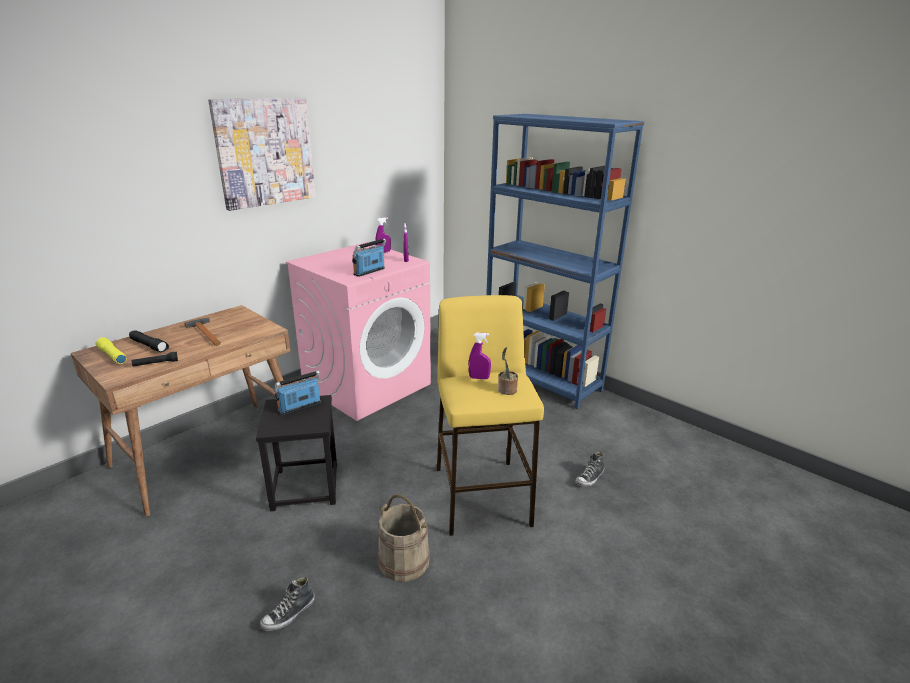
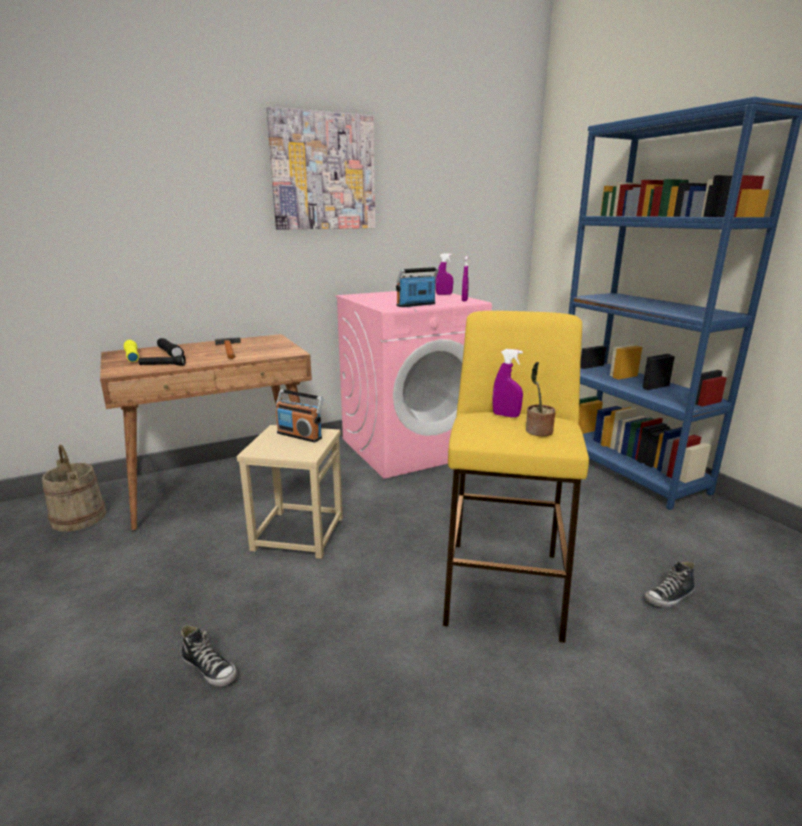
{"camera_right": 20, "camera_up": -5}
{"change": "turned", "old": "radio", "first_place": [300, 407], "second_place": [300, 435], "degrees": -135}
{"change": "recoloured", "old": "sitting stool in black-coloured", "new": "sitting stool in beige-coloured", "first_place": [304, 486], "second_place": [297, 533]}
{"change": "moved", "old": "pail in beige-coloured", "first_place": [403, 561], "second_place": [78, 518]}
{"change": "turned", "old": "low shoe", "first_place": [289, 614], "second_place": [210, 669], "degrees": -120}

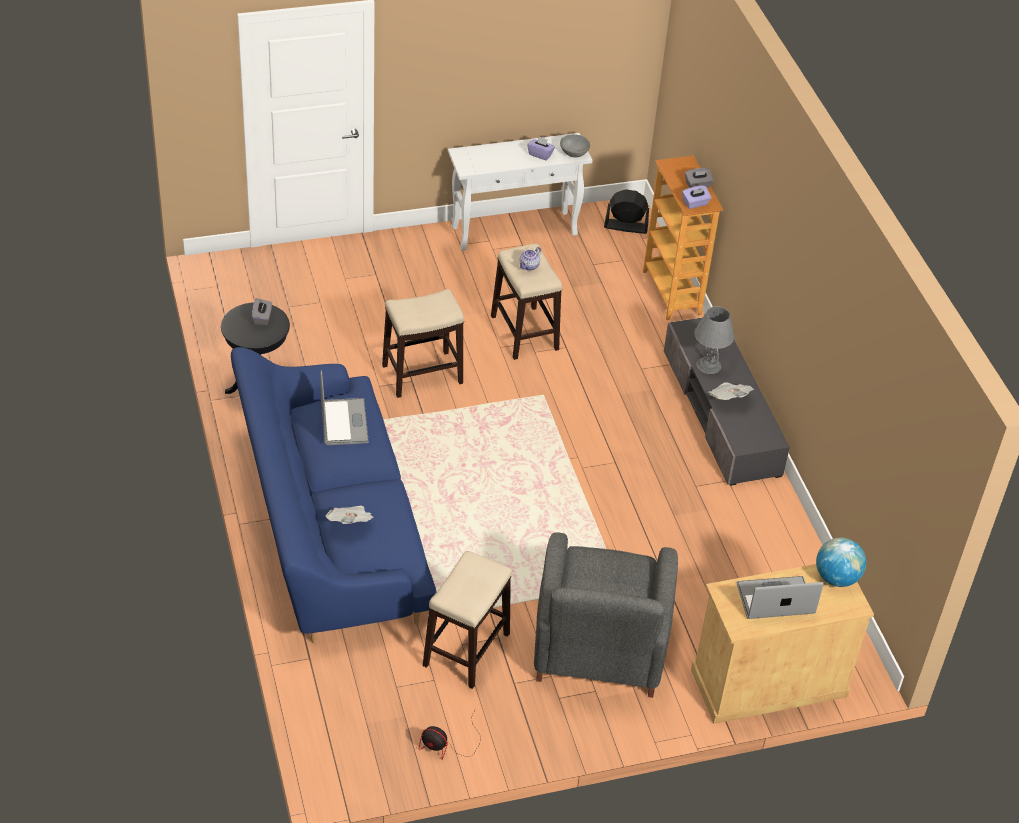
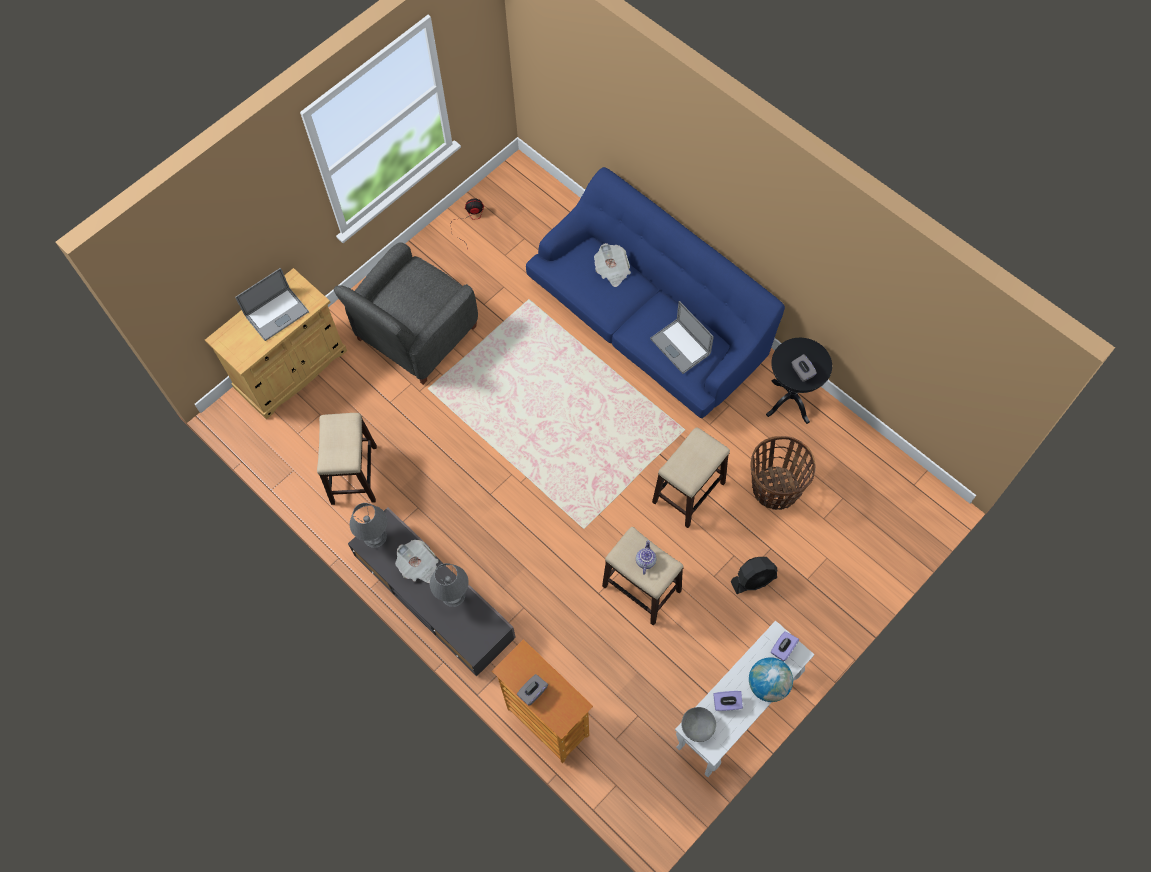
{"camera_right": 155, "camera_up": 20}
{"change": "moved", "old": "box of tissues in purple-coloured", "first_place": [695, 203], "second_place": [783, 649]}
{"change": "moved", "old": "cooling fan in black-coloured", "first_place": [625, 226], "second_place": [753, 580]}
{"change": "turned", "old": "easy chair in grey", "first_place": [599, 647], "second_place": [415, 334], "degrees": -120}
{"change": "moved", "old": "world globe", "first_place": [836, 577], "second_place": [768, 685]}
{"change": "moved", "old": "sitting stool", "first_place": [466, 650], "second_place": [354, 474]}
{"change": "added", "new": "basket", "second_place": [775, 489]}
{"change": "added", "new": "lamp for a table in grey", "second_place": [375, 537]}

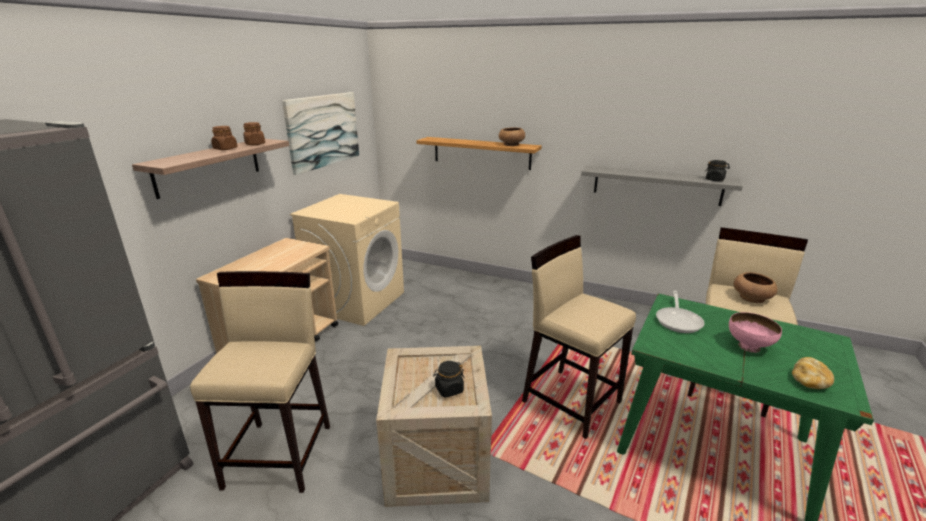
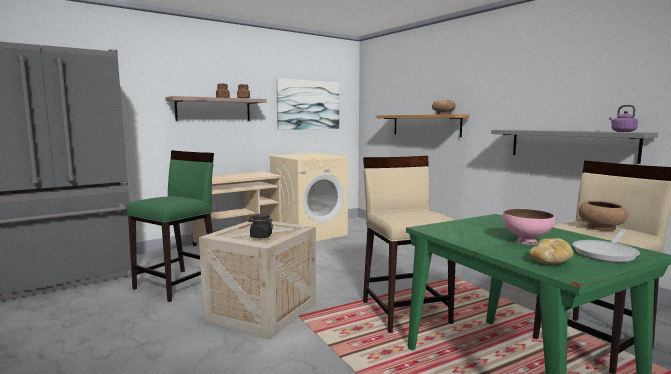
{"camera_right": 30, "camera_up": -15}
{"change": "replaced", "old": "jar in black-coloured", "new": "kettle in purple-coloured", "first_place": [715, 180], "second_place": [622, 131]}
{"change": "recoloured", "old": "sitting stool in beige-coloured", "new": "sitting stool in green", "first_place": [280, 454], "second_place": [178, 284]}
{"change": "moved", "old": "pan", "first_place": [678, 320], "second_place": [606, 253]}

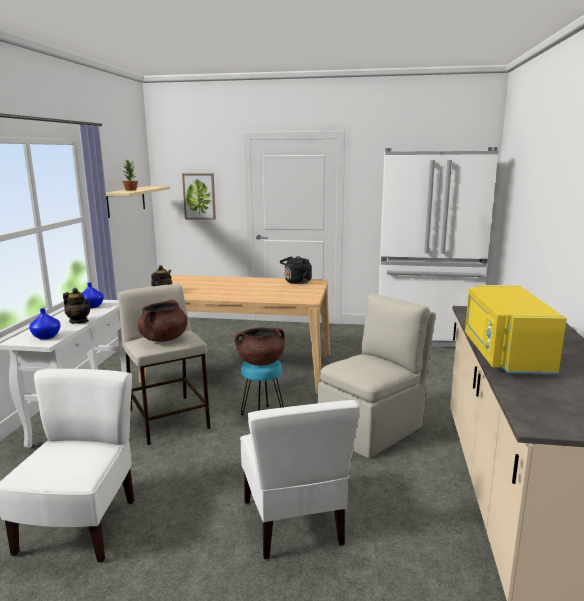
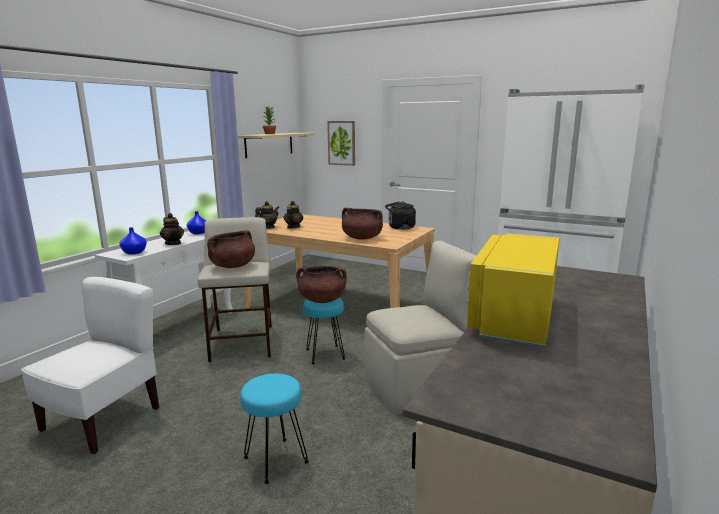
{"camera_right": 20, "camera_up": 0}
{"change": "replaced", "old": "plain chair in white", "new": "sitting stool in turquoise-coloured", "first_place": [294, 522], "second_place": [275, 460]}
{"change": "added", "new": "pot for tea", "second_place": [293, 227]}
{"change": "added", "new": "saucepot in brownish", "second_place": [362, 238]}

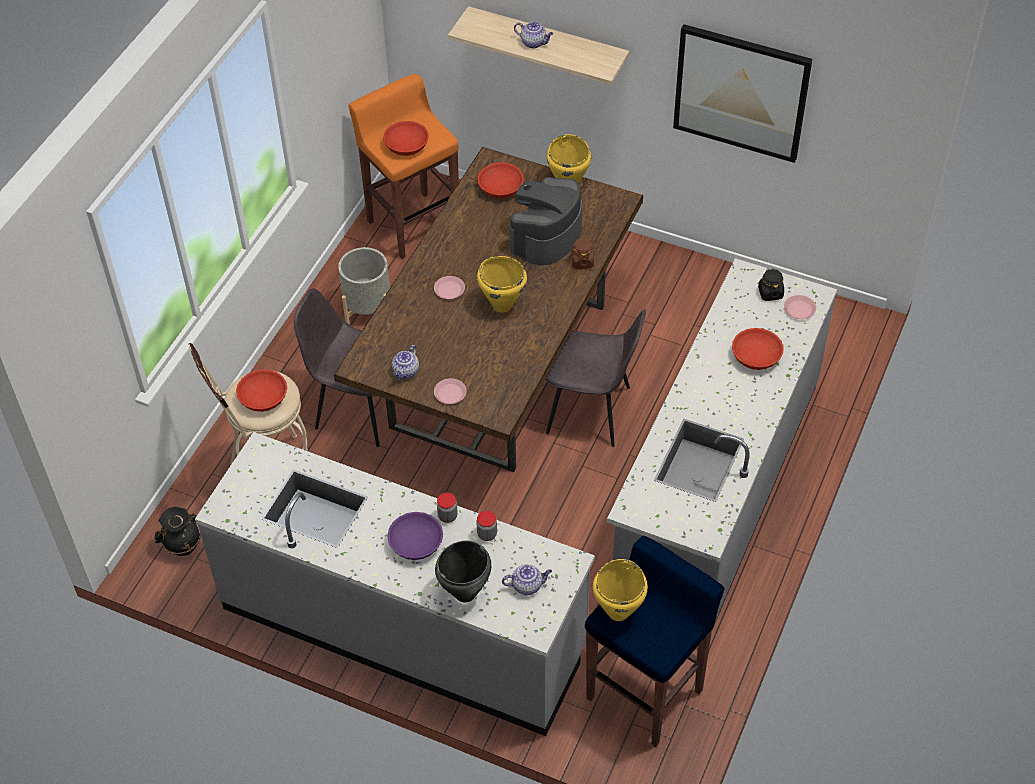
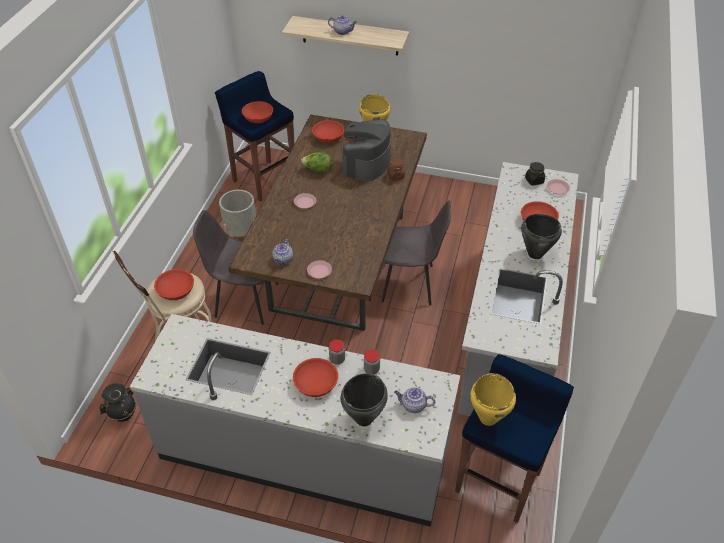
{"camera_right": -10, "camera_up": -5}
{"change": "removed", "old": "picture", "first_place": [741, 92]}
{"change": "recoloured", "old": "sitting stool in orangey", "new": "sitting stool in blue-coloured", "first_place": [412, 224], "second_place": [264, 180]}
{"change": "removed", "old": "saucepot in yellowish", "first_place": [502, 305]}
{"change": "recoloured", "old": "serving bowl in purple-coloured", "new": "serving bowl in red-coloured", "first_place": [416, 543], "second_place": [315, 383]}
{"change": "turned", "old": "pot for tea", "first_place": [527, 585], "second_place": [413, 405], "degrees": -150}
{"change": "added", "new": "lettuce head", "second_place": [317, 170]}
{"change": "added", "new": "saucepot in black-coloured", "second_place": [535, 253]}

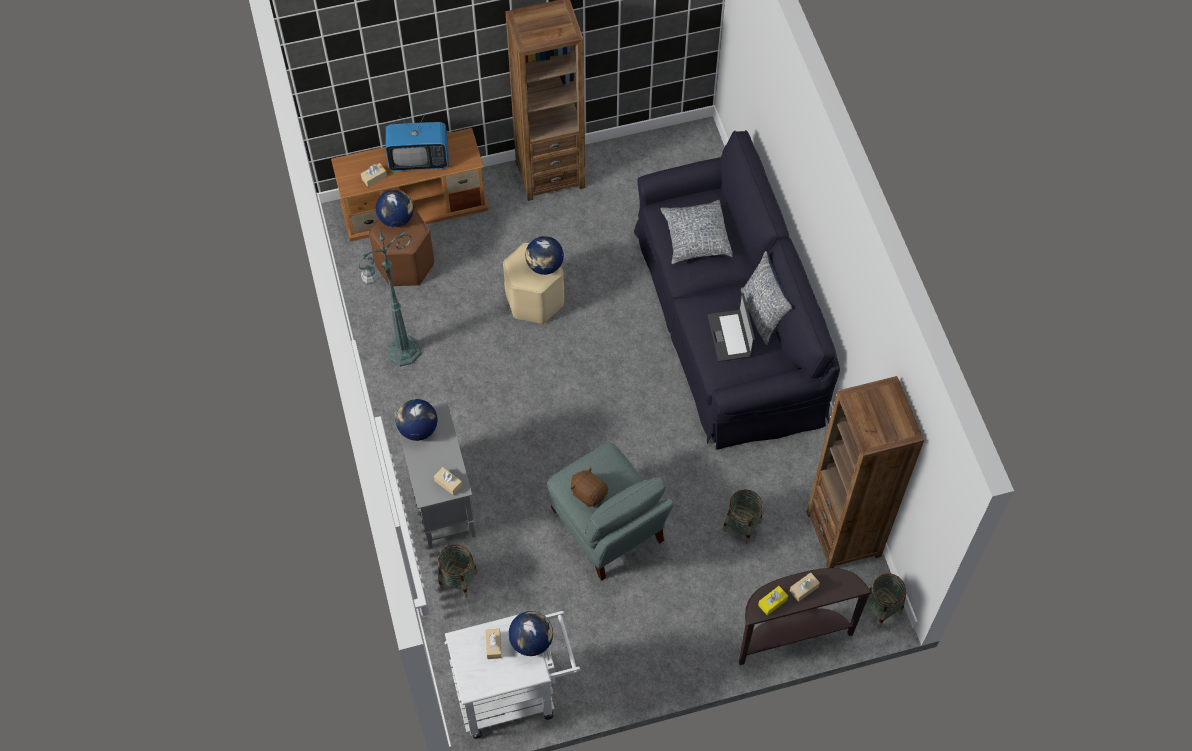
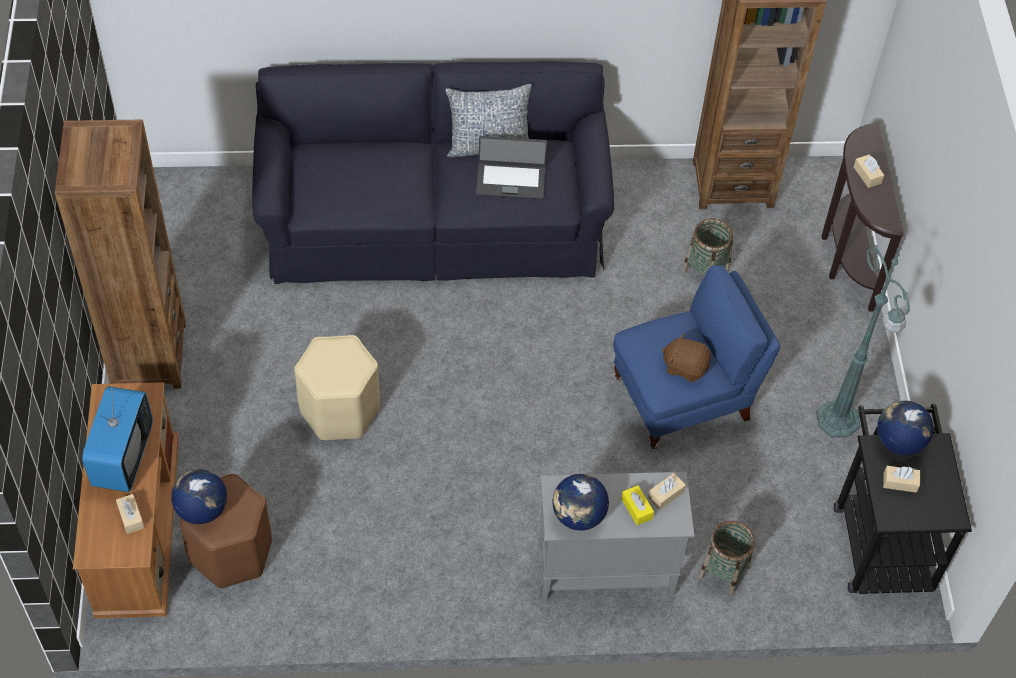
{"camera_right": -80, "camera_up": -5}
{"change": "removed", "old": "throw pillow", "first_place": [695, 238]}
{"change": "moved", "old": "floor lamp in green", "first_place": [402, 352], "second_place": [838, 421]}
{"change": "removed", "old": "world globe", "first_place": [545, 266]}
{"change": "recoloured", "old": "easy chair in grey", "new": "easy chair in blue-coloured", "first_place": [608, 528], "second_place": [683, 398]}
{"change": "turned", "old": "plush toy in brownish", "first_place": [589, 493], "second_place": [685, 367], "degrees": 60}
{"change": "removed", "old": "basket", "first_place": [881, 609]}
{"change": "moved", "old": "box of tissues in yellowish", "first_place": [772, 602], "second_place": [636, 508]}
{"change": "recoloured", "old": "cart in white", "new": "cart in black-coloured", "first_place": [514, 693], "second_place": [880, 537]}

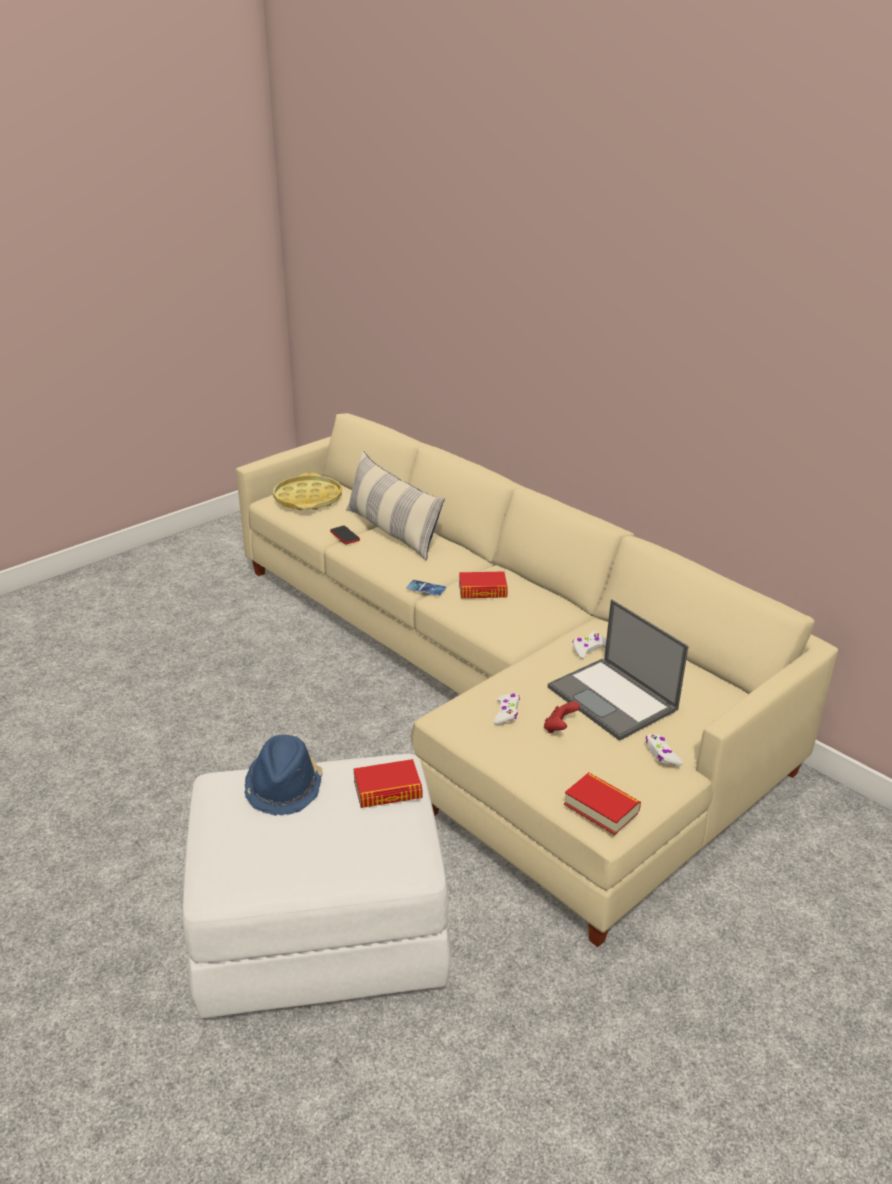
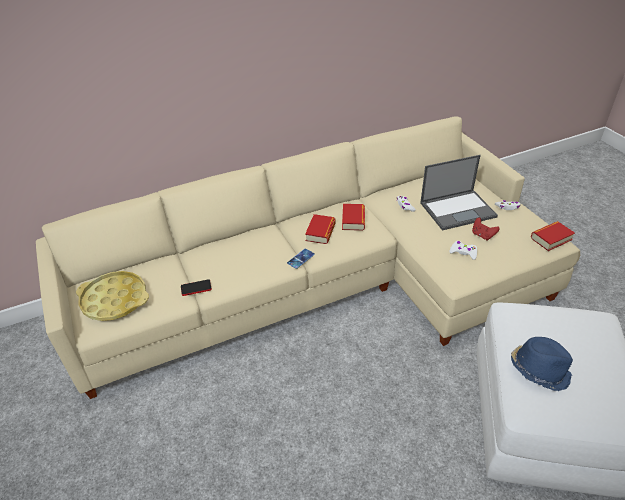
{"camera_right": -70, "camera_up": 10}
{"change": "removed", "old": "throw pillow", "first_place": [392, 531]}
{"change": "moved", "old": "volume", "first_place": [387, 790], "second_place": [353, 220]}

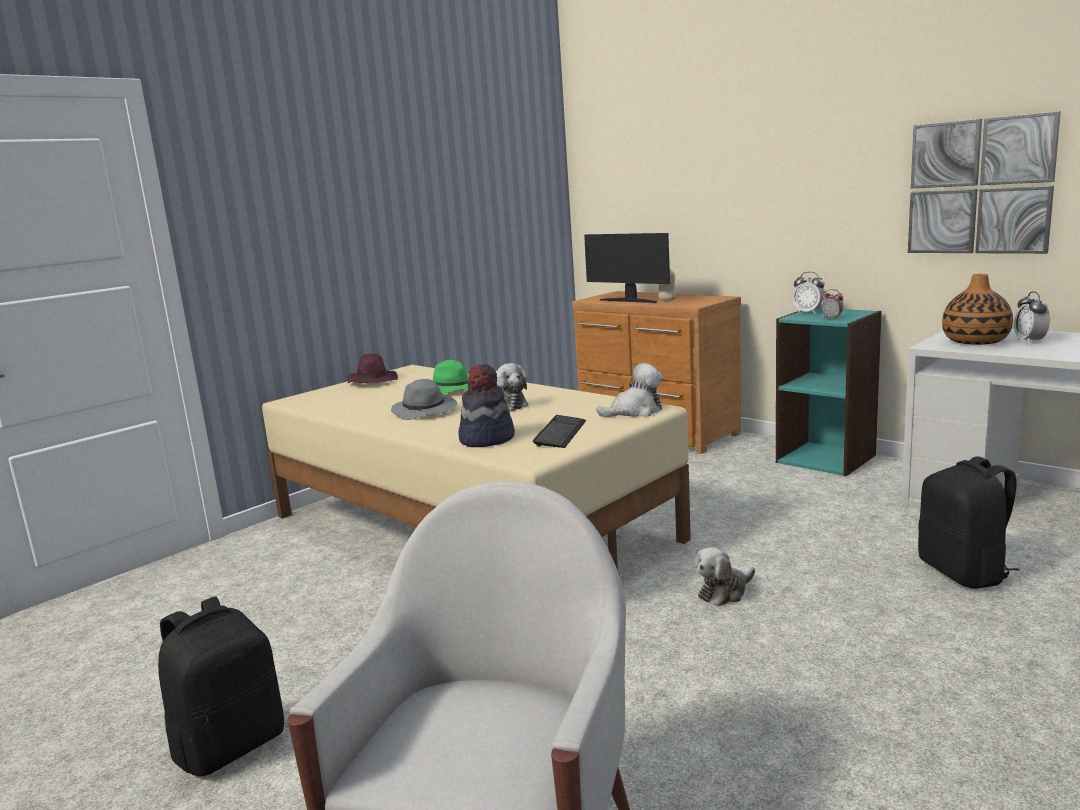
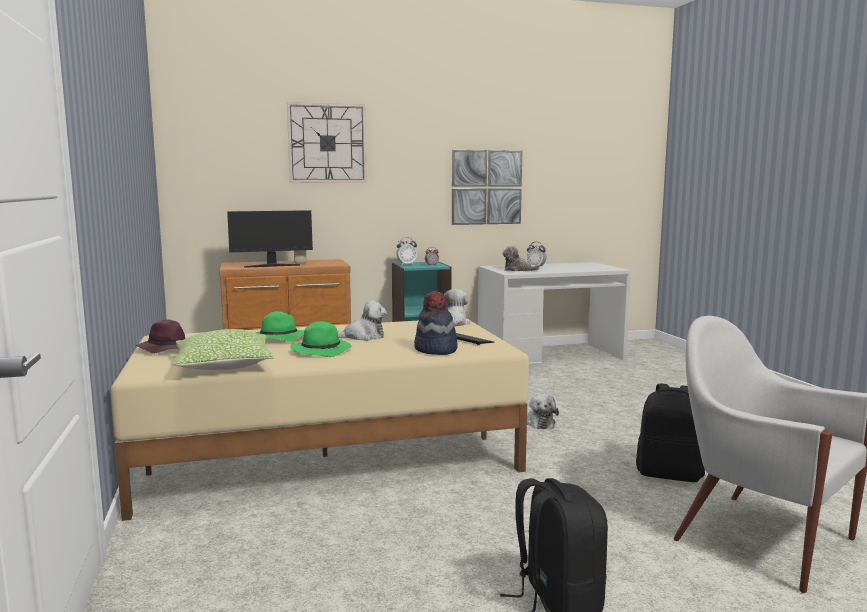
{"camera_right": -60, "camera_up": -5}
{"change": "replaced", "old": "decorative vase", "new": "plush toy", "first_place": [975, 341], "second_place": [518, 270]}
{"change": "recoloured", "old": "hat in grey", "new": "hat in green", "first_place": [425, 411], "second_place": [322, 351]}
{"change": "moved", "old": "backpack in black-coloured", "first_place": [964, 573], "second_place": [669, 474]}
{"change": "added", "new": "clock on the wall", "second_place": [327, 143]}
{"change": "added", "new": "throw pillow", "second_place": [224, 366]}

